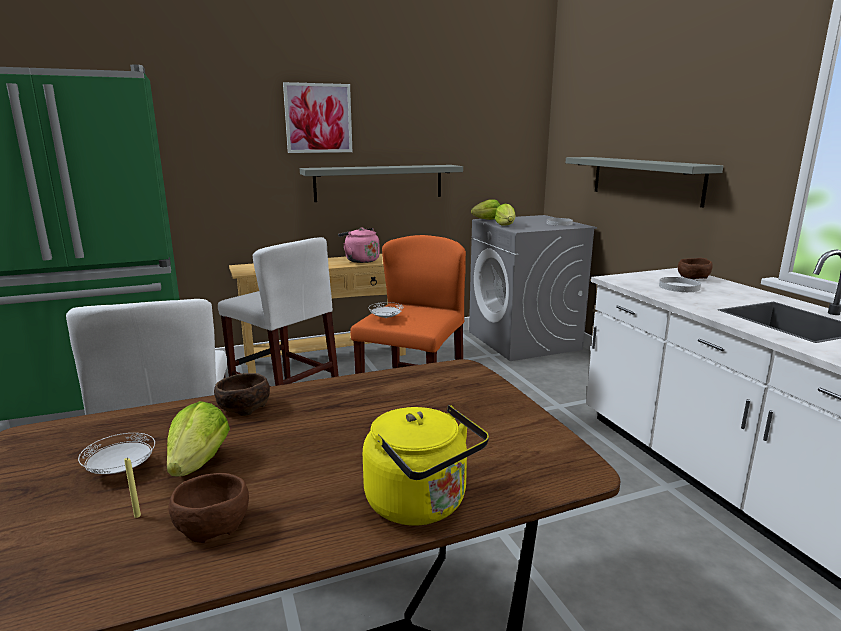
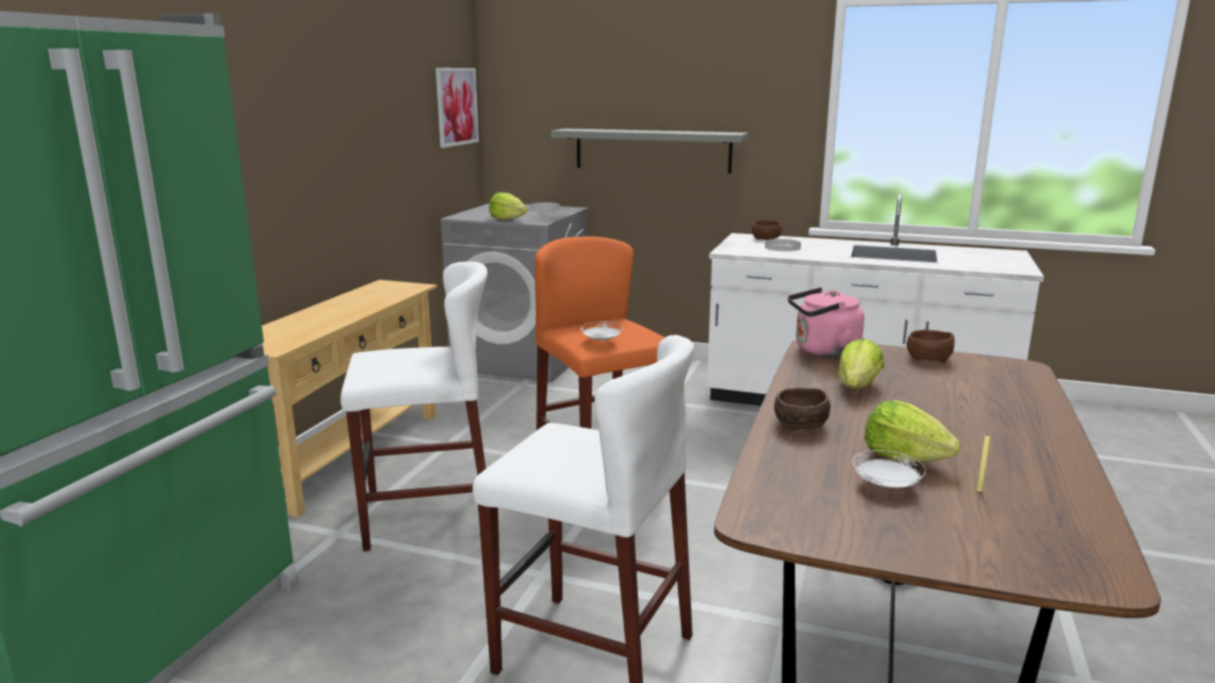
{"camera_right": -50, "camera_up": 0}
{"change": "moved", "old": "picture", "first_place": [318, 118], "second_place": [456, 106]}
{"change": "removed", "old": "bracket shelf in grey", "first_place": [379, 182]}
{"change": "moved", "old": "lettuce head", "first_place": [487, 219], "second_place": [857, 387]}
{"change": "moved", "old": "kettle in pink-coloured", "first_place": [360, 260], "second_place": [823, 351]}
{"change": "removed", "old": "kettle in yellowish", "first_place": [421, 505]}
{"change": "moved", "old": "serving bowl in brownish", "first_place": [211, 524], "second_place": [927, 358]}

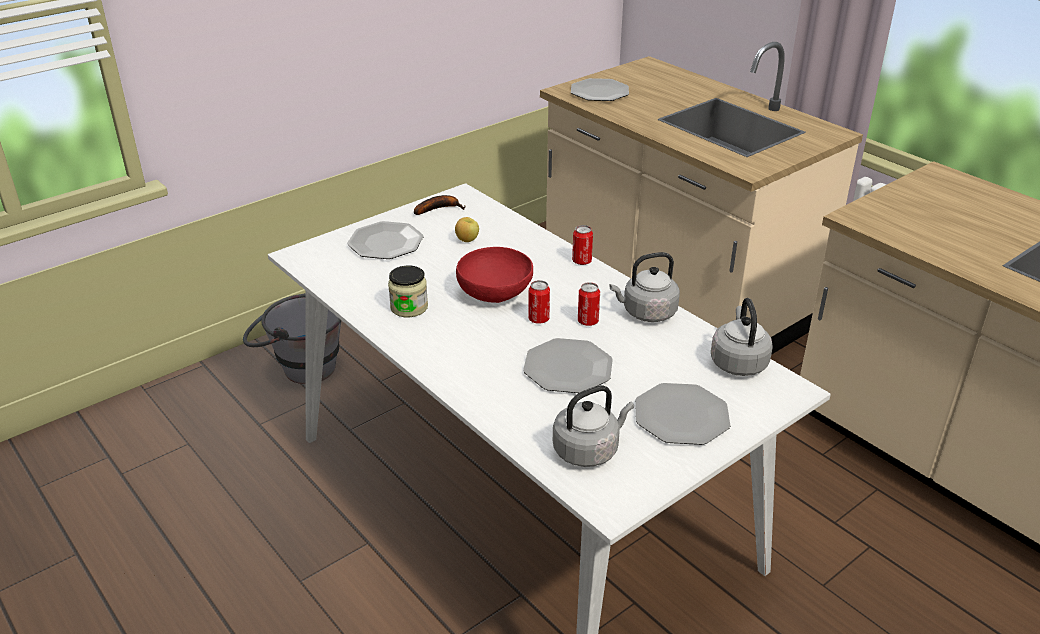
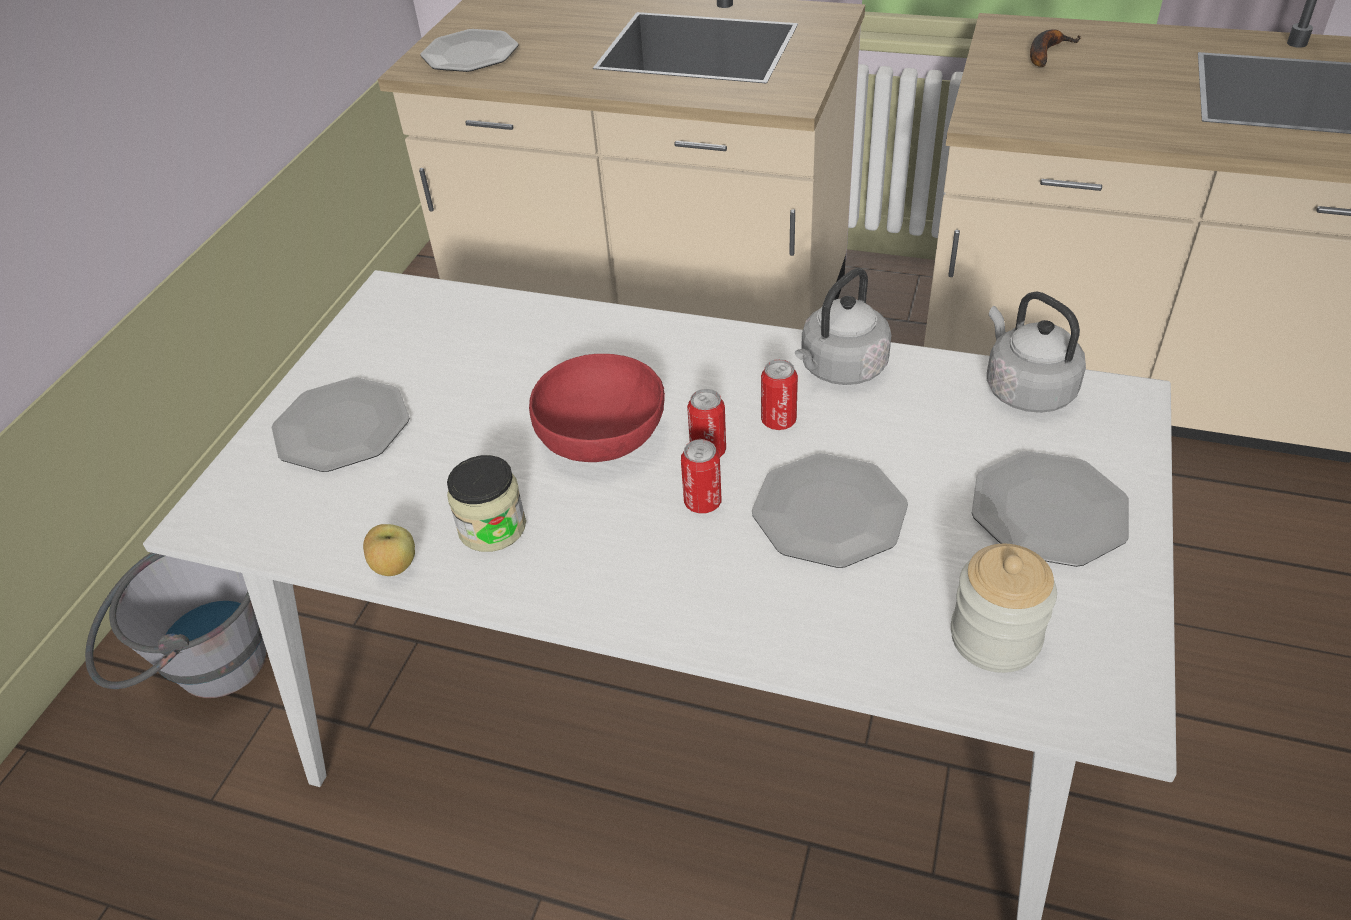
{"camera_right": -30, "camera_up": 10}
{"change": "moved", "old": "banana fruit", "first_place": [439, 209], "second_place": [1045, 53]}
{"change": "moved", "old": "whole apple", "first_place": [467, 240], "second_place": [395, 567]}
{"change": "moved", "old": "can", "first_place": [581, 261], "second_place": [702, 502]}
{"change": "replaced", "old": "kettle in grey", "new": "jar", "first_place": [588, 450], "second_place": [995, 637]}

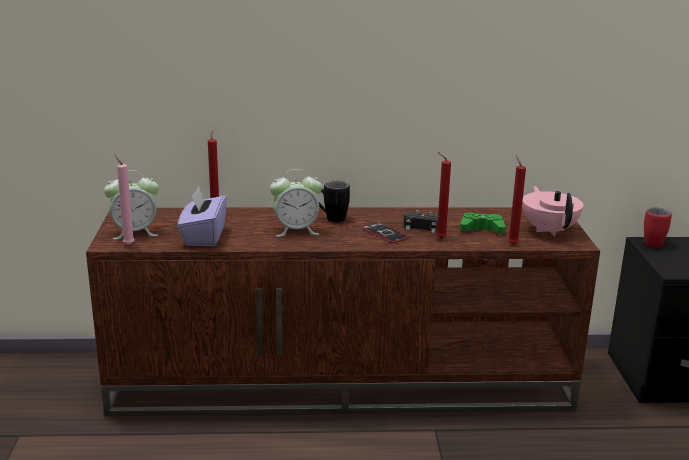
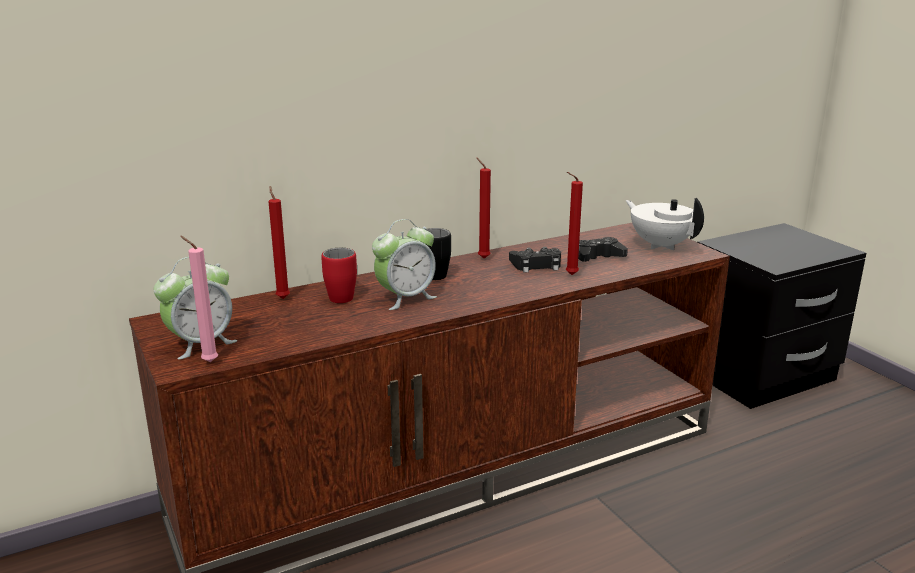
{"camera_right": -25, "camera_up": 0}
{"change": "moved", "old": "wax light in red-coloured", "first_place": [512, 244], "second_place": [482, 258]}
{"change": "recoloured", "old": "pot for tea in pink-coloured", "new": "pot for tea in white", "first_place": [549, 230], "second_place": [661, 245]}
{"change": "removed", "old": "box of tissues in purple-coloured", "first_place": [203, 236]}
{"change": "moved", "old": "coffee mug in red-coloured", "first_place": [654, 242], "second_place": [342, 295]}
{"change": "recoloured", "old": "joypad in green", "new": "joypad in black-coloured", "first_place": [481, 229], "second_place": [598, 256]}
{"change": "removed", "old": "handset", "first_place": [385, 233]}

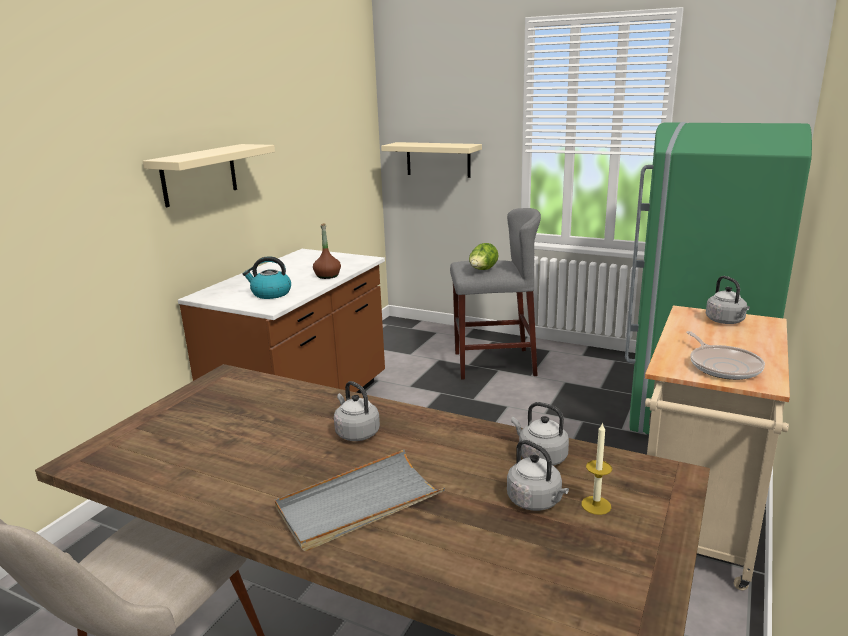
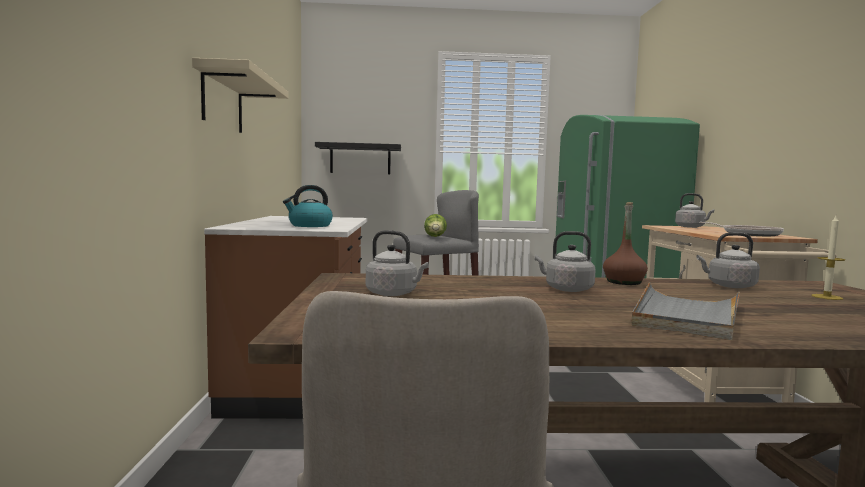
{"camera_right": -30, "camera_up": -15}
{"change": "recoloured", "old": "bracket shelf in beige-coloured", "new": "bracket shelf in black-coloured", "first_place": [438, 159], "second_place": [360, 159]}
{"change": "moved", "old": "bottle in brownish", "first_place": [327, 276], "second_place": [624, 282]}
{"change": "moved", "old": "kettle in grey", "first_place": [536, 501], "second_place": [394, 294]}

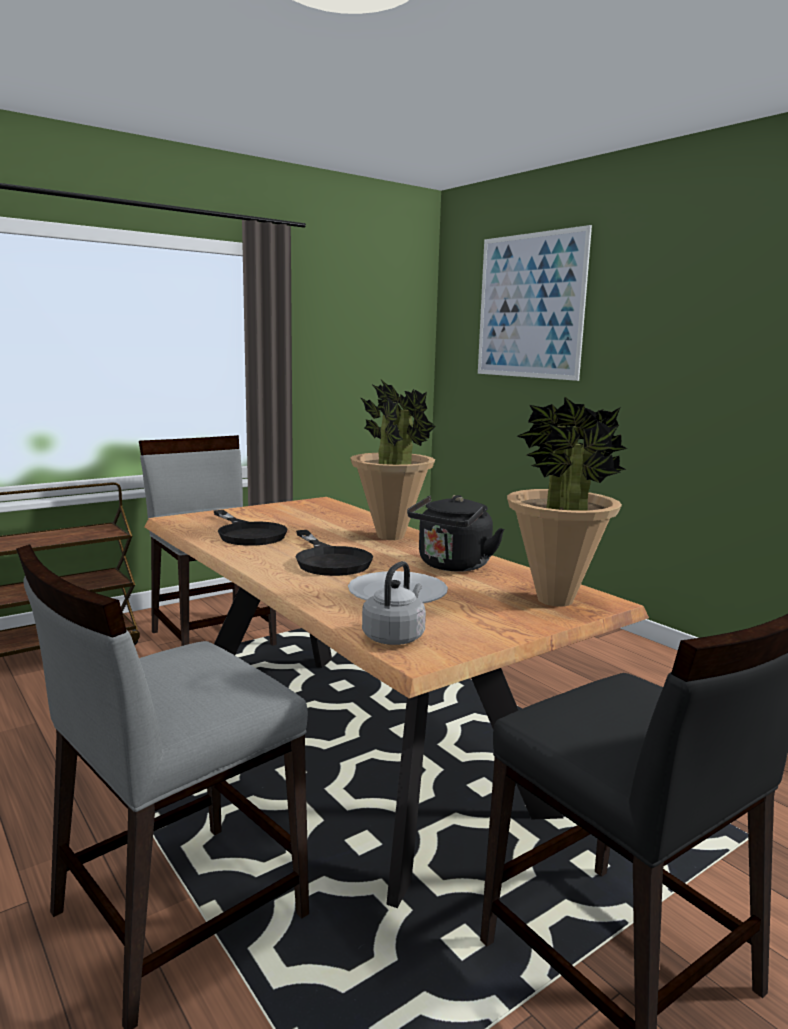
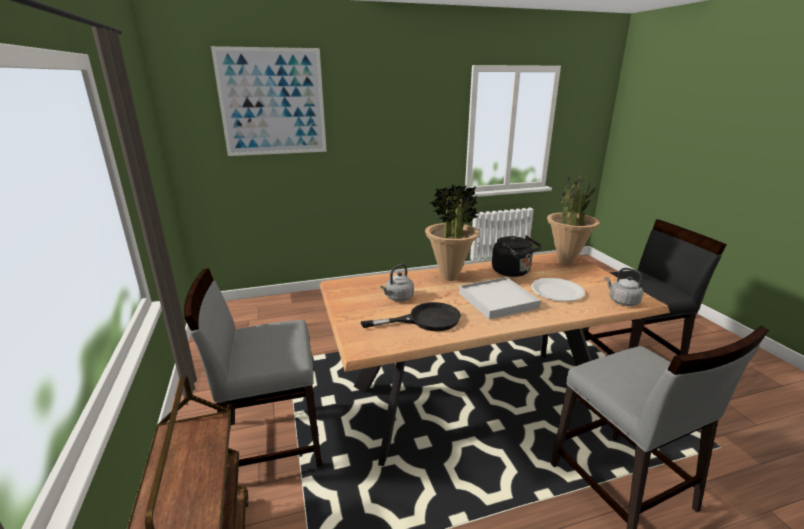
{"camera_right": -70, "camera_up": 10}
{"change": "replaced", "old": "pan in black-coloured", "new": "carrying tray in white", "first_place": [329, 560], "second_place": [498, 300]}
{"change": "added", "new": "kettle in grey", "second_place": [398, 298]}

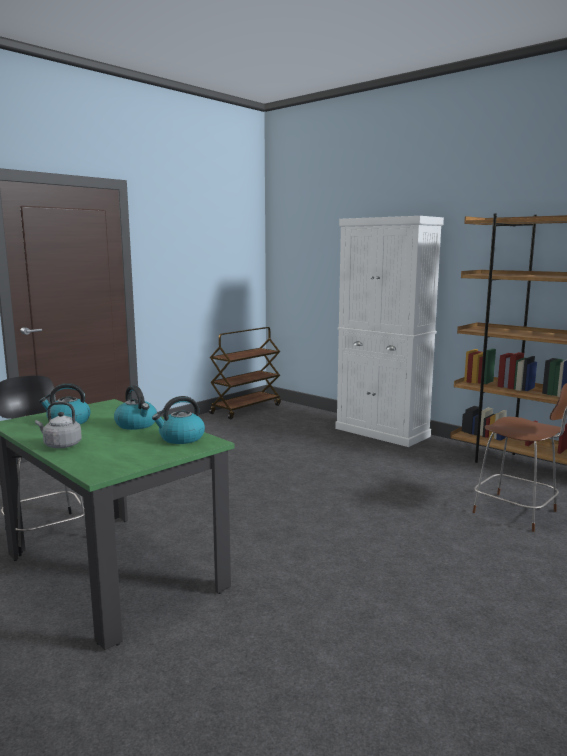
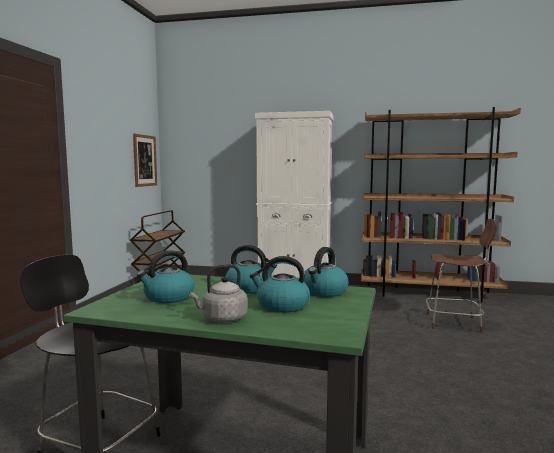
{"camera_right": -30, "camera_up": -5}
{"change": "added", "new": "picture", "second_place": [144, 160]}
{"change": "added", "new": "kettle", "second_place": [281, 306]}

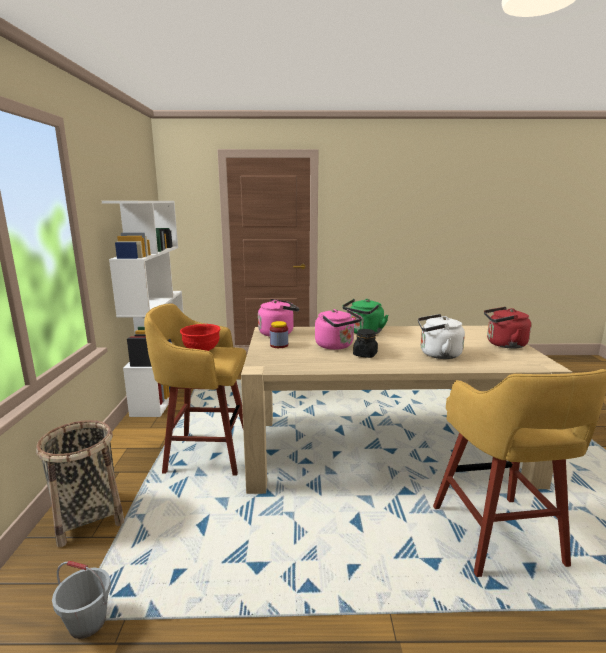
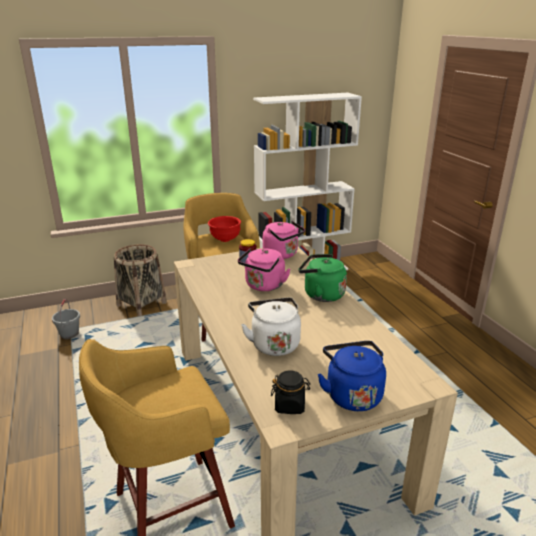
{"camera_right": 70, "camera_up": 10}
{"change": "recoloured", "old": "kettle in red-coloured", "new": "kettle in blue-coloured", "first_place": [503, 344], "second_place": [352, 394]}
{"change": "moved", "old": "jar in black-coloured", "first_place": [365, 354], "second_place": [290, 405]}

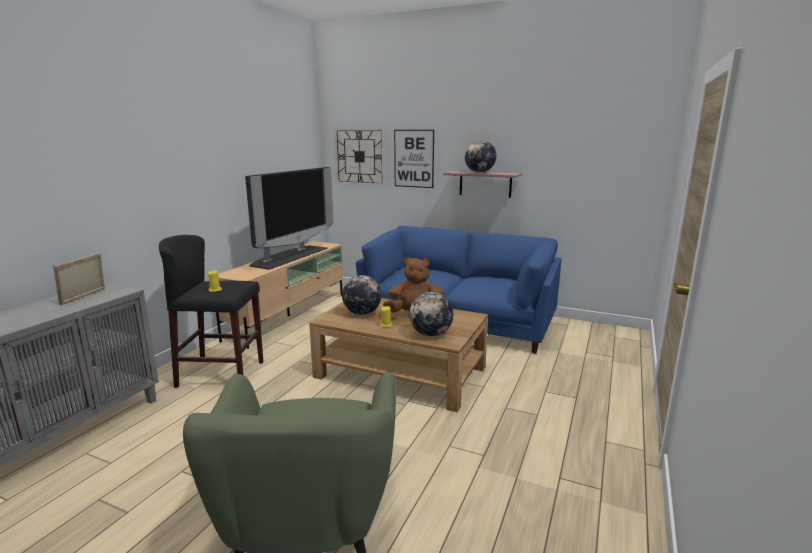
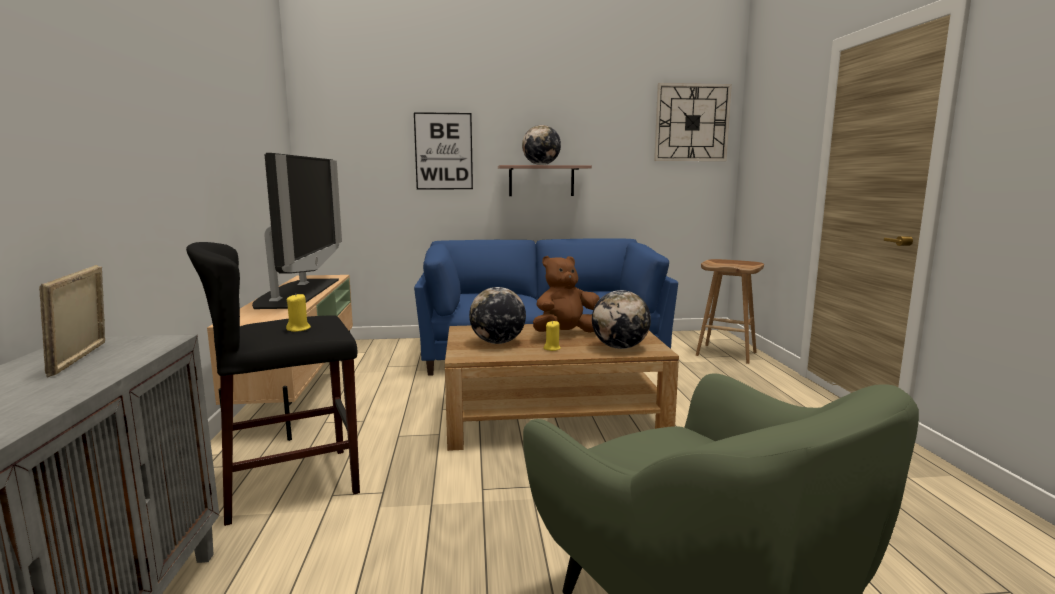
{"camera_right": -30, "camera_up": -5}
{"change": "moved", "old": "clock on the wall", "first_place": [360, 156], "second_place": [691, 123]}
{"change": "added", "new": "sitting stool in brownish", "second_place": [727, 354]}

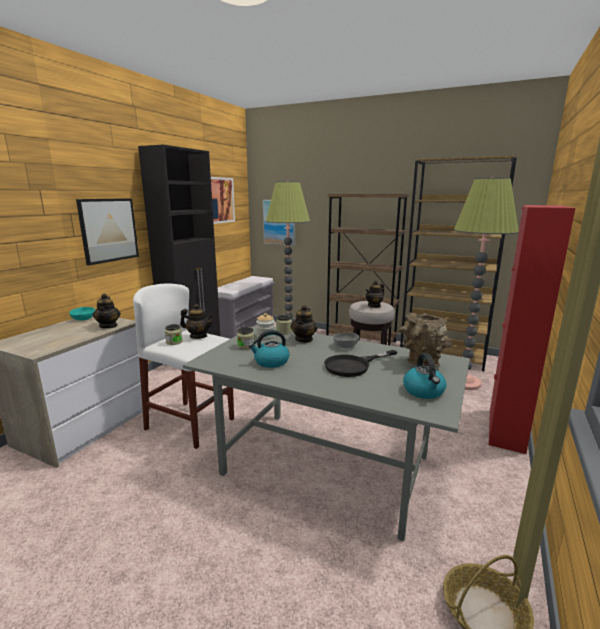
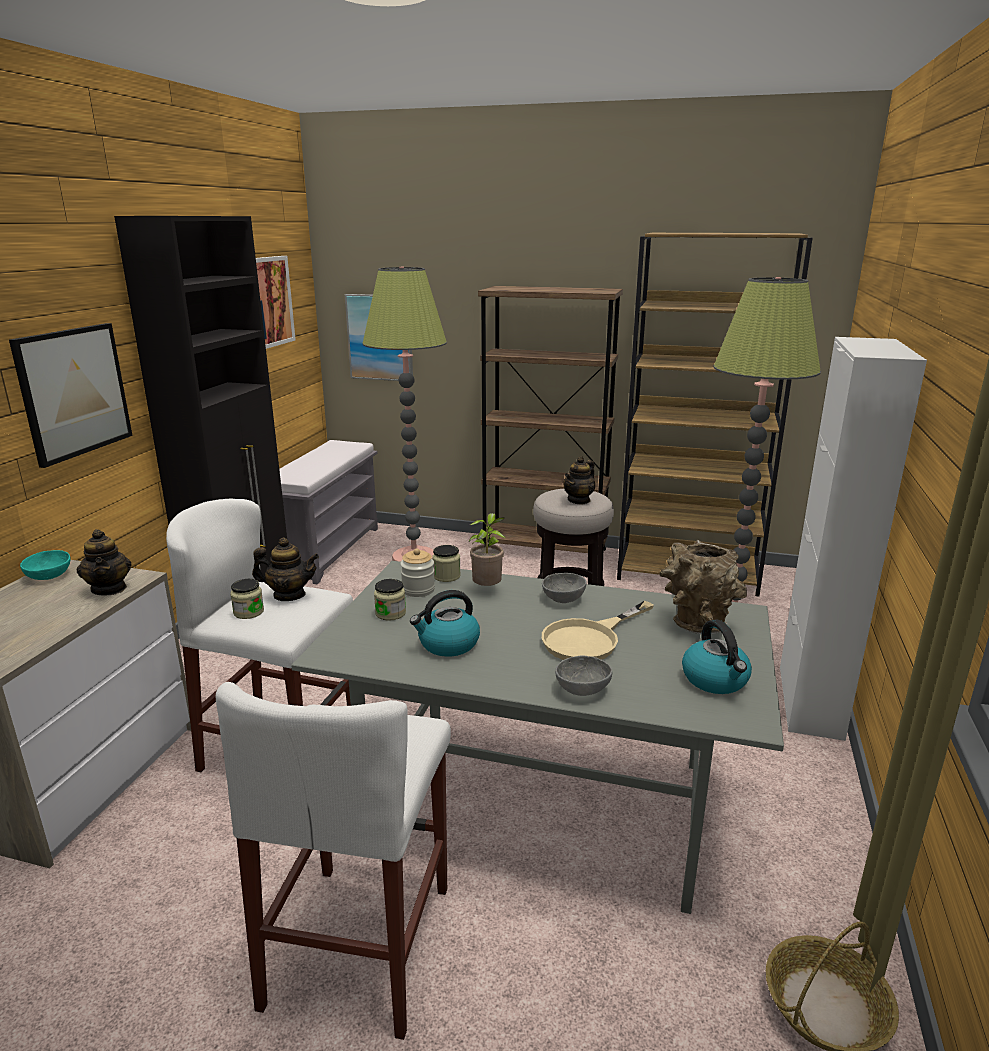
{"camera_right": -10, "camera_up": 5}
{"change": "recoloured", "old": "cupboard in red-coloured", "new": "cupboard in white", "first_place": [506, 430], "second_place": [810, 702]}
{"change": "replaced", "old": "pot for tea", "new": "potted plant", "first_place": [304, 339], "second_place": [488, 589]}
{"change": "recoloured", "old": "pan in black-coloured", "new": "pan in beige-coloured", "first_place": [353, 366], "second_place": [589, 639]}
{"change": "added", "new": "serving bowl in grey", "second_place": [581, 688]}
{"change": "added", "new": "sitting stool in white", "second_place": [360, 944]}

